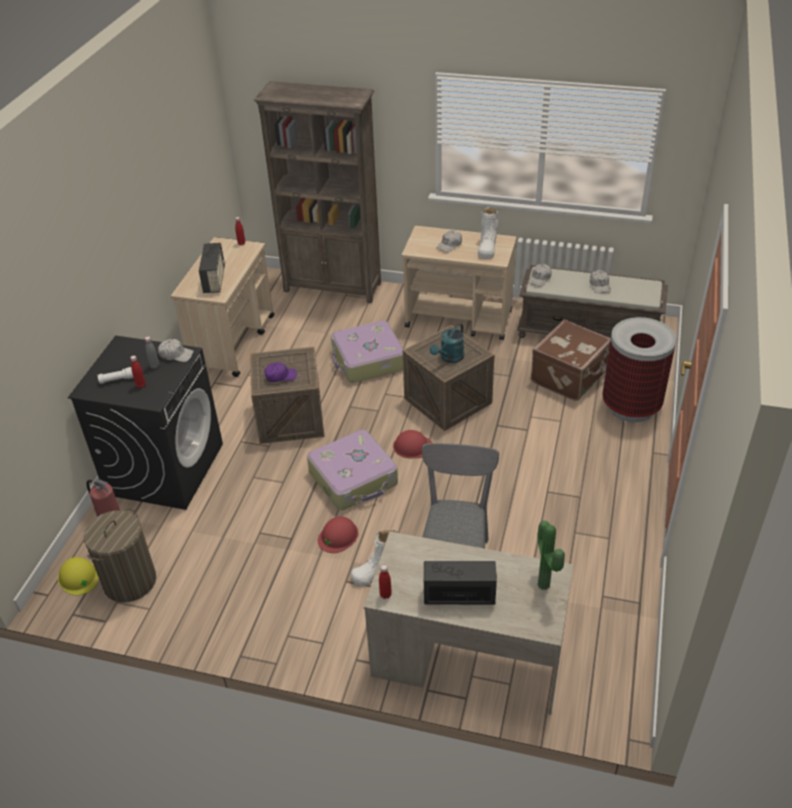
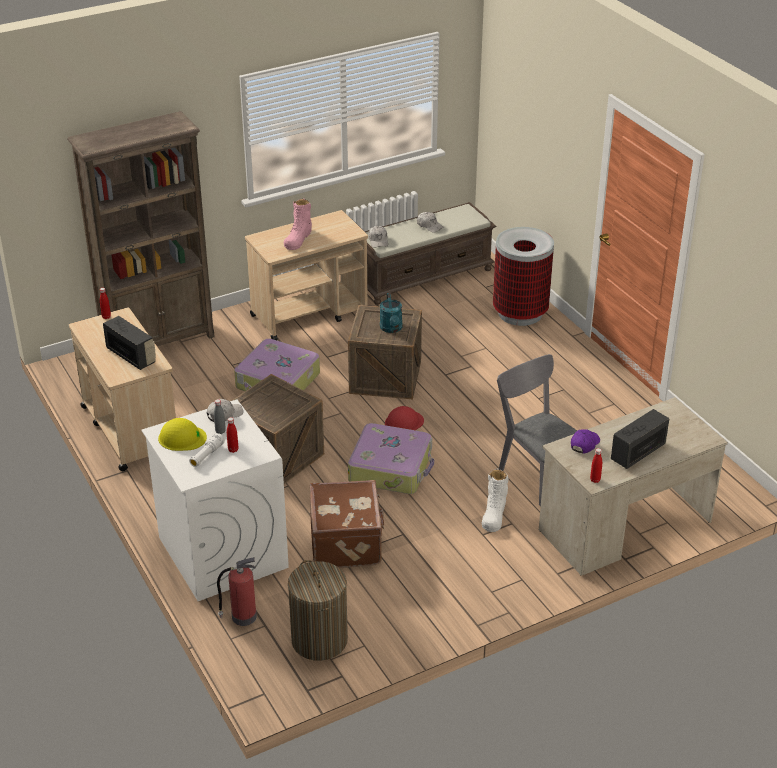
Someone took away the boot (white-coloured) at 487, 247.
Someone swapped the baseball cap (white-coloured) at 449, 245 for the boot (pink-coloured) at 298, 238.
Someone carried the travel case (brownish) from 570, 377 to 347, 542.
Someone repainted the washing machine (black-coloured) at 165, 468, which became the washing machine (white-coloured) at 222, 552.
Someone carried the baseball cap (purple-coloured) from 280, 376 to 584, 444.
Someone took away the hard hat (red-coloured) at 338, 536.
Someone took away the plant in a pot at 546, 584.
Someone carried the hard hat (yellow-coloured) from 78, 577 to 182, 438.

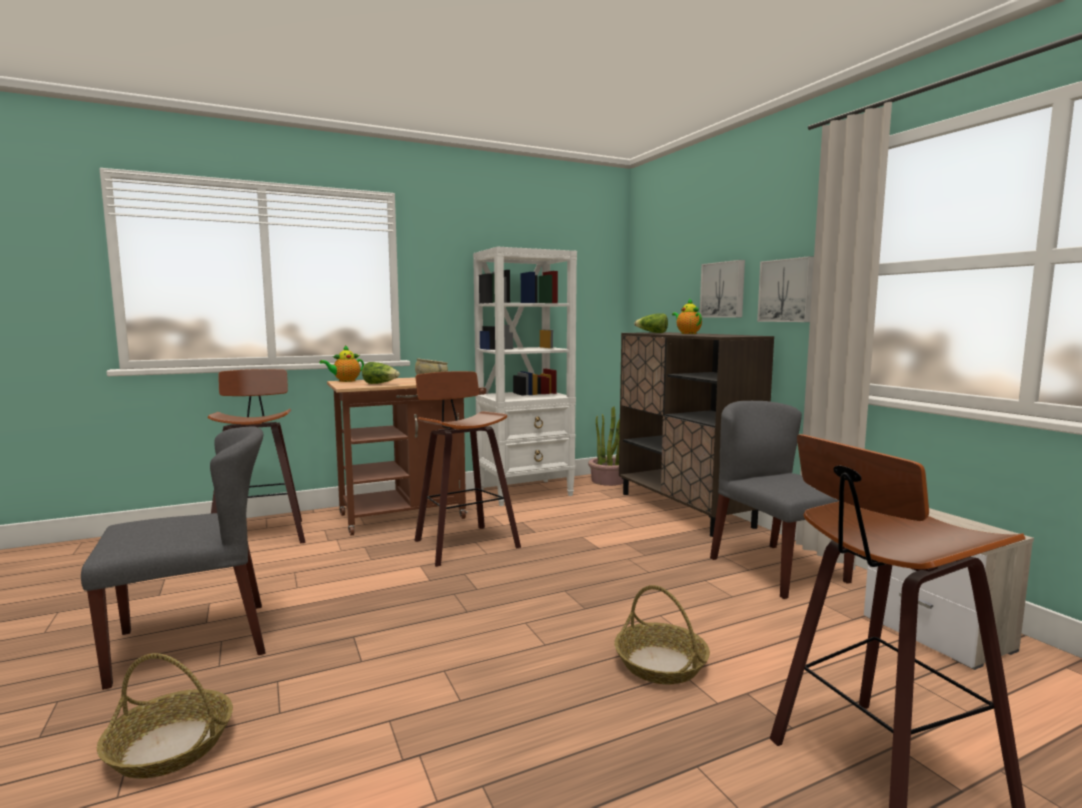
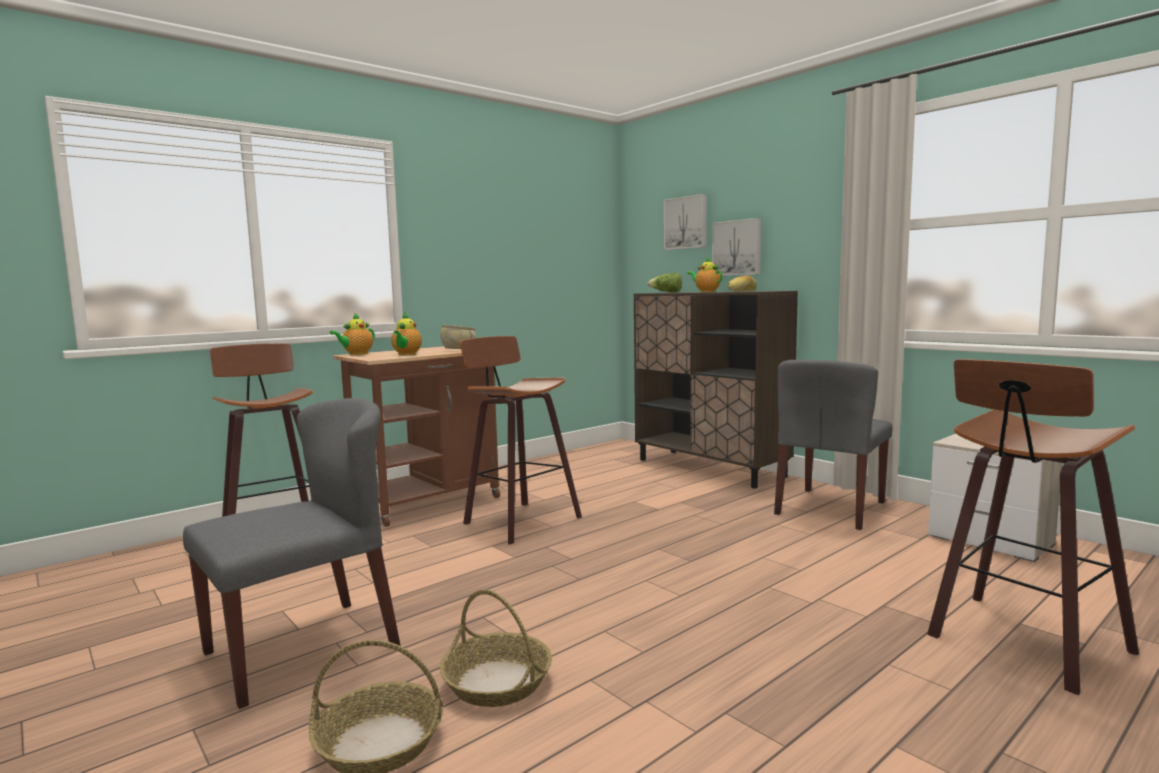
Someone took away the bookshelf (white-coloured) at 526, 492.
Someone carried the wall picture from 787, 290 to 686, 223.
Someone swapped the lettuce at 380, 384 for the tea pot at 406, 354.
Someone rotated the chair (grey) at 776, 569 by 105 degrees counterclockwise.
Someone took away the plant in a pot at 608, 481.
Someone carried the storage basket from 661, 664 to 497, 682.
Someone put down the baked bread at 742, 291.

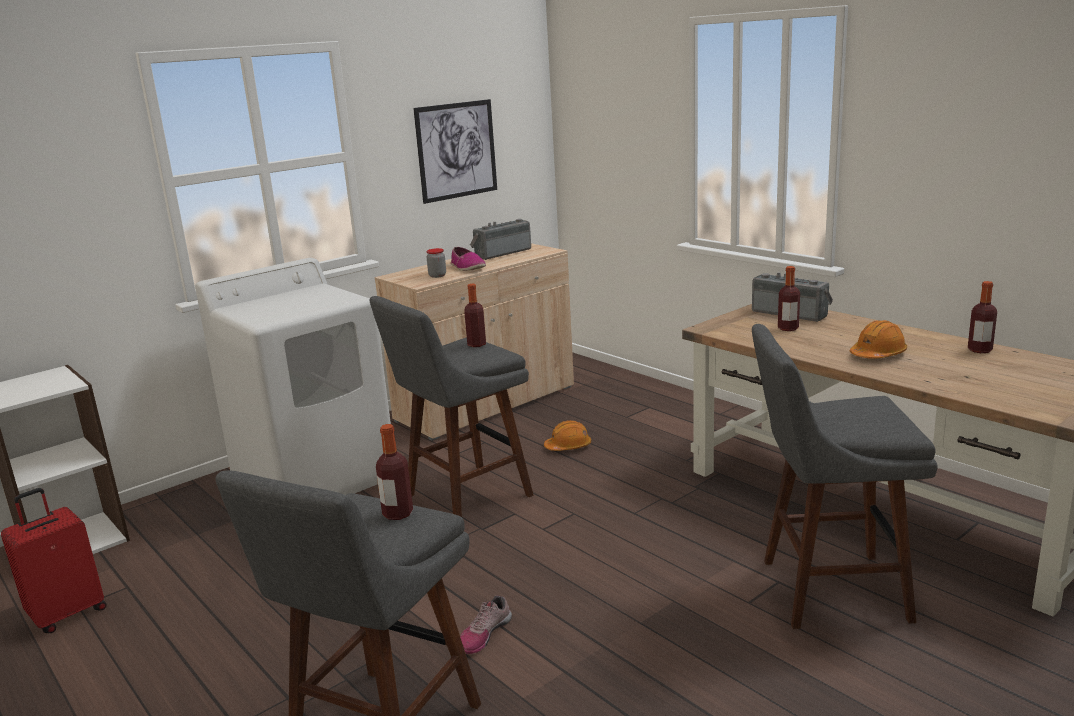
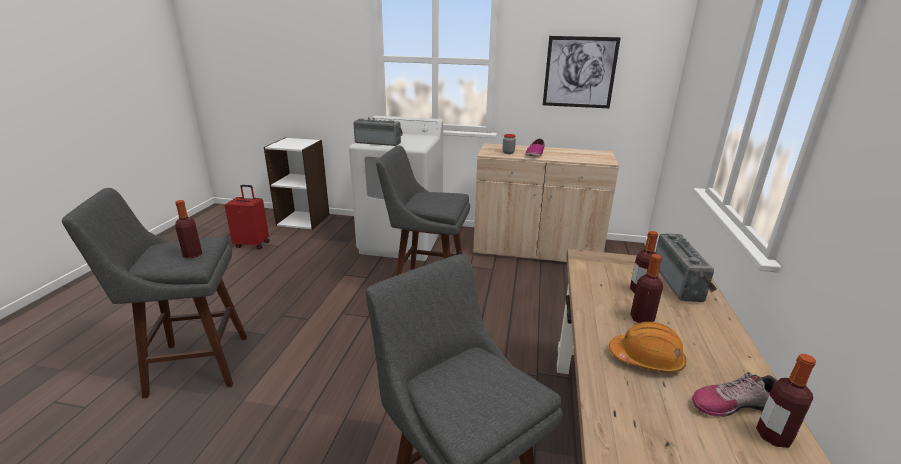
Someone carried the radio set from 501, 253 to 379, 142.
Someone carried the beverage bottle from 476, 344 to 642, 319.
Someone took away the hard hat (orange) at 568, 446.
Someone carried the shoe from 484, 634 to 732, 404.

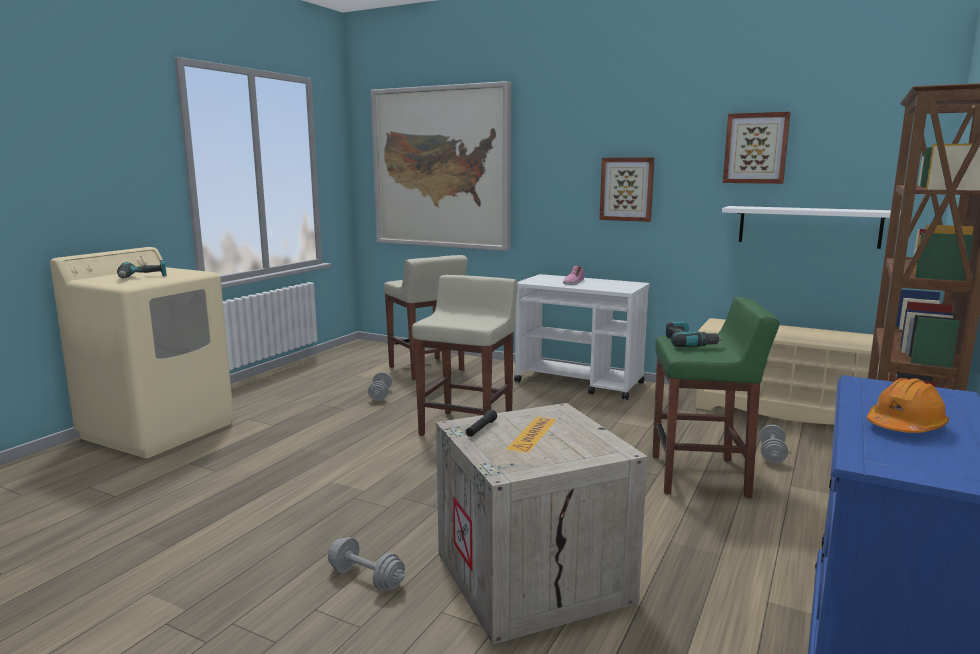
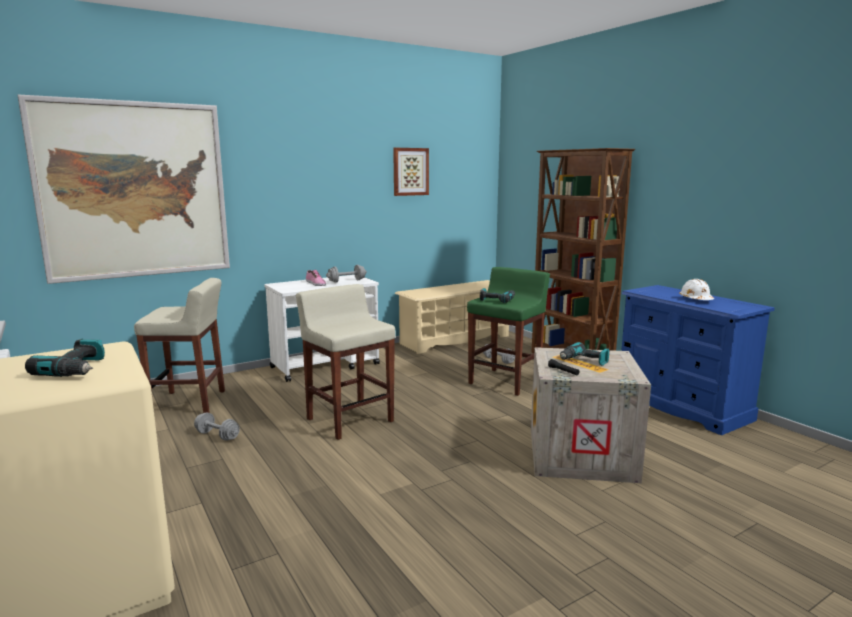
Someone took away the wall picture at 627, 189.
Someone took away the bracket shelf (white-coloured) at 808, 226.
Someone repainted the hard hat (orange) at 905, 426, which became the hard hat (white-coloured) at 695, 299.
Someone carried the dumbbell (grey) from 366, 578 to 346, 281.
Someone put down the drill at 584, 361.

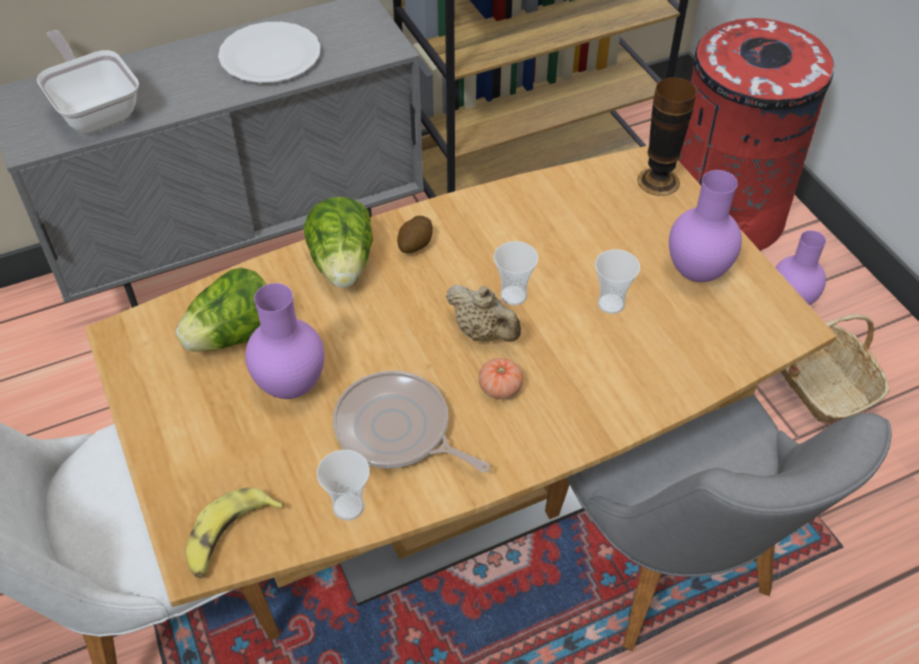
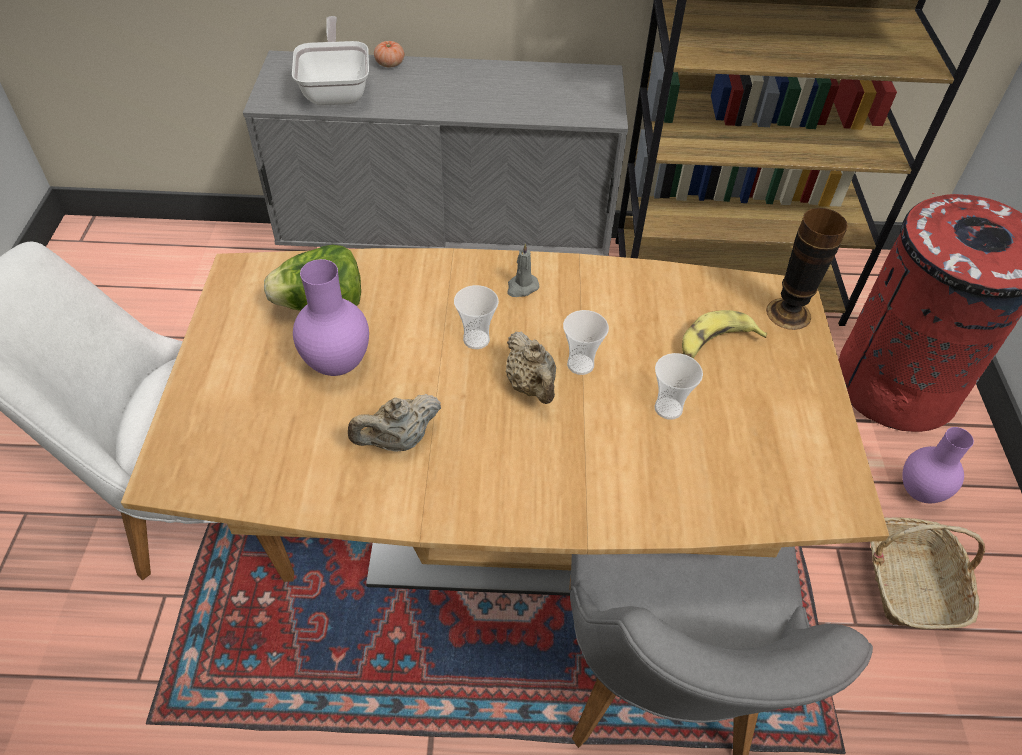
Someone took away the plate (white-coloured) at 270, 55.
Someone took away the vase (purple-coloured) at 695, 272.
Someone took away the lettuce at 343, 265.
Someone swapped the potato at 415, 245 for the wax candle (grey) at 521, 287.
Someone carried the whole tomato from 500, 388 to 390, 64.
Someone swapped the frying pan at 397, 430 for the tea pot (beige) at 398, 441.
Someone carried the cup from 348, 507 to 476, 339.
Someone carried the banana fruit from 229, 537 to 715, 343.

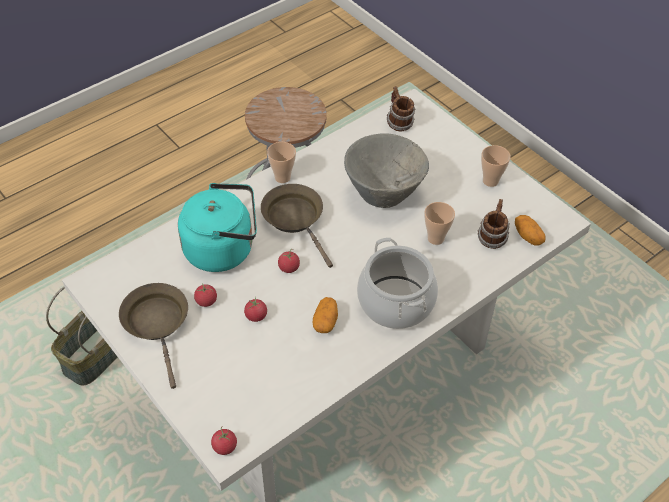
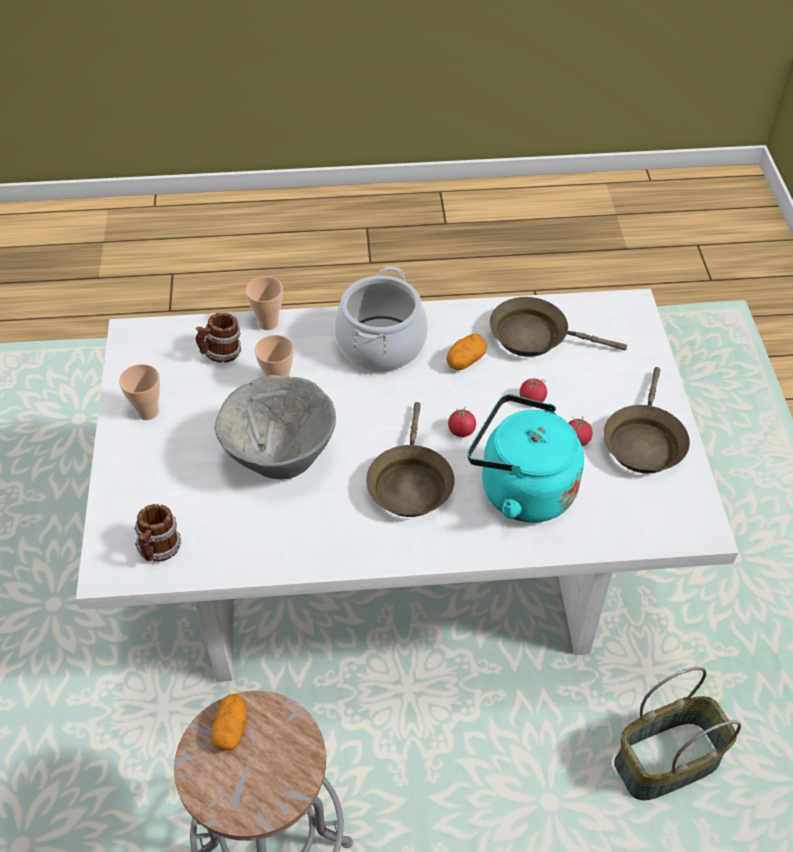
Someone carried the cup from 282, 177 to 268, 323.
Someone carried the potato from 528, 236 to 231, 728.
Someone took away the whole tomato at 224, 446.
Someone put down the frying pan (brownish) at 535, 336.

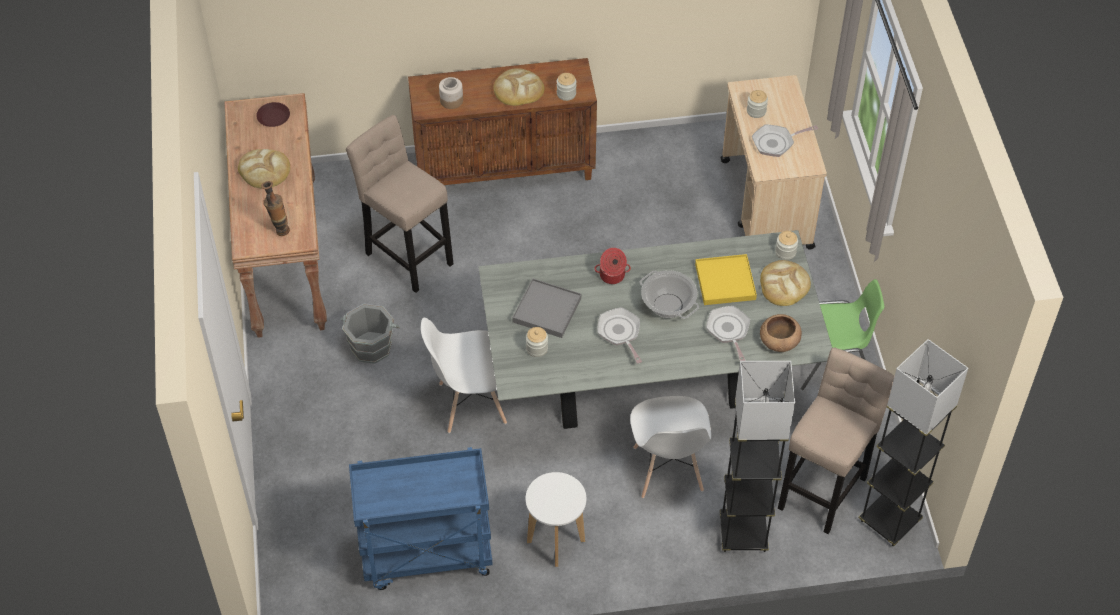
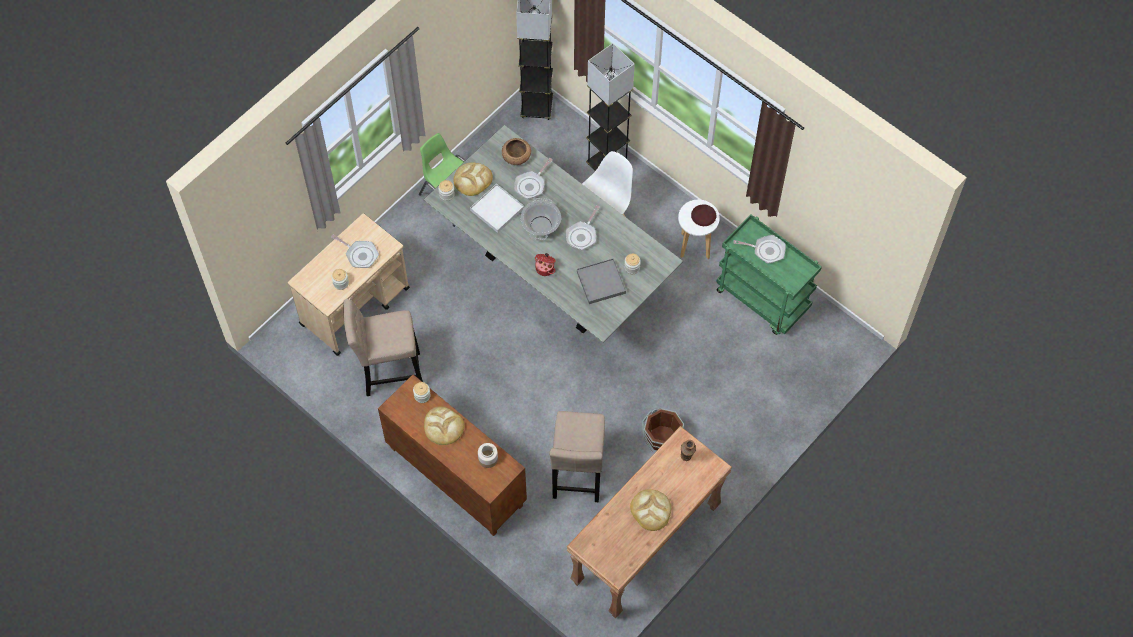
Someone carried the plate (brownish) from 273, 117 to 703, 217.
Someone repainted the carrying tray (yellow-coloured) at 725, 282, which became the carrying tray (white-coloured) at 497, 209.
Someone repainted the bucket (grey) at 371, 346, which became the bucket (brownish) at 662, 439.
Someone took away the chair (white-coloured) at 471, 404.
Someone carried the stool seat (beige) from 824, 488 to 388, 373.
Someone repainted the cart (blue) at 425, 556, which became the cart (greenish) at 763, 299.
Someone put down the frying pan at 766, 250.

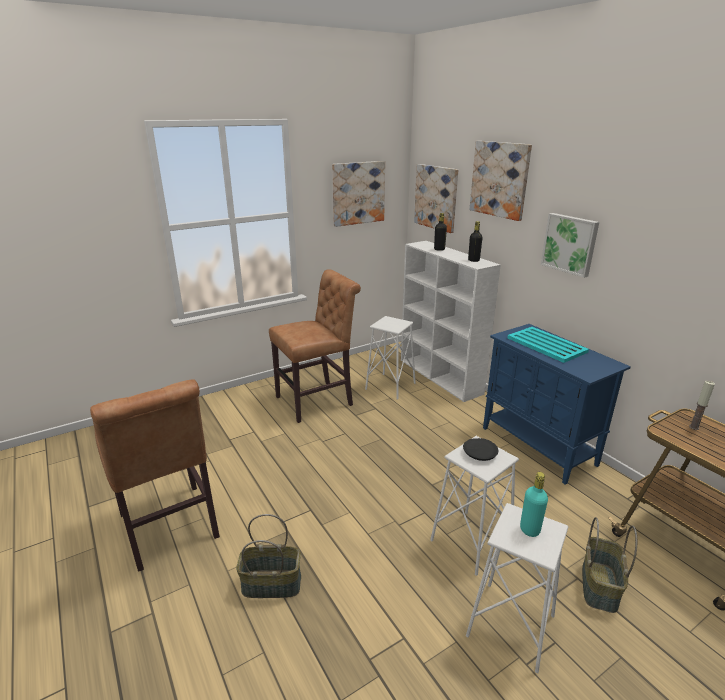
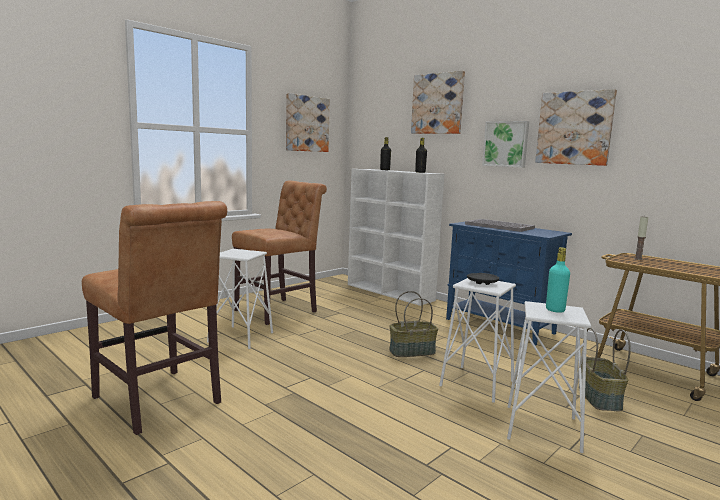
Someone carried the wall picture from 436, 197 to 574, 128.
Someone carried the stool seat (white-coloured) from 390, 386 to 241, 337.
Someone repainted the carrying tray (turquoise) at 546, 344, which became the carrying tray (grey) at 498, 226.
Someone carried the storage basket from 272, 583 to 412, 351.

